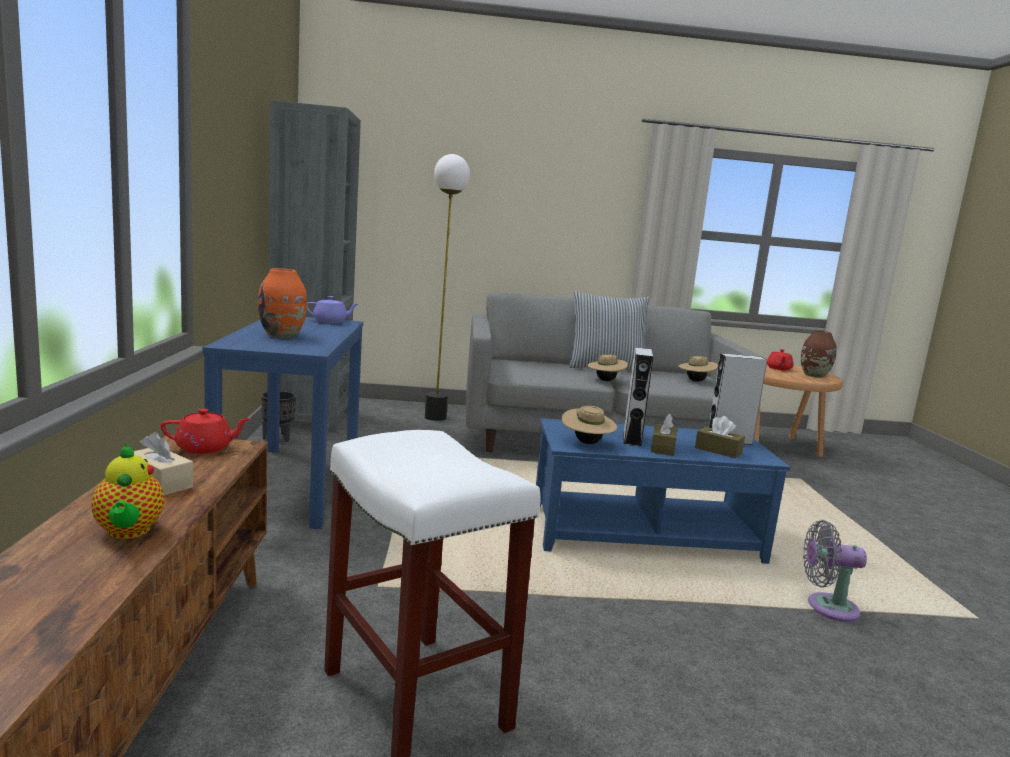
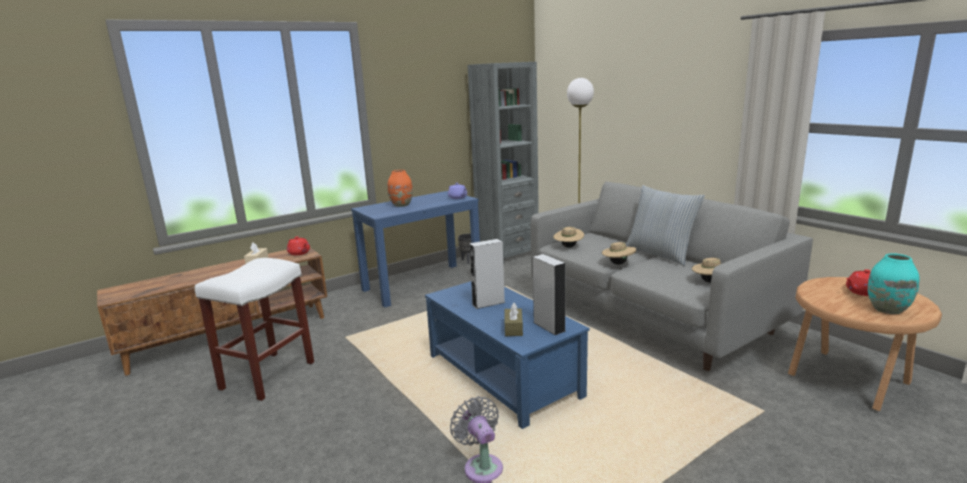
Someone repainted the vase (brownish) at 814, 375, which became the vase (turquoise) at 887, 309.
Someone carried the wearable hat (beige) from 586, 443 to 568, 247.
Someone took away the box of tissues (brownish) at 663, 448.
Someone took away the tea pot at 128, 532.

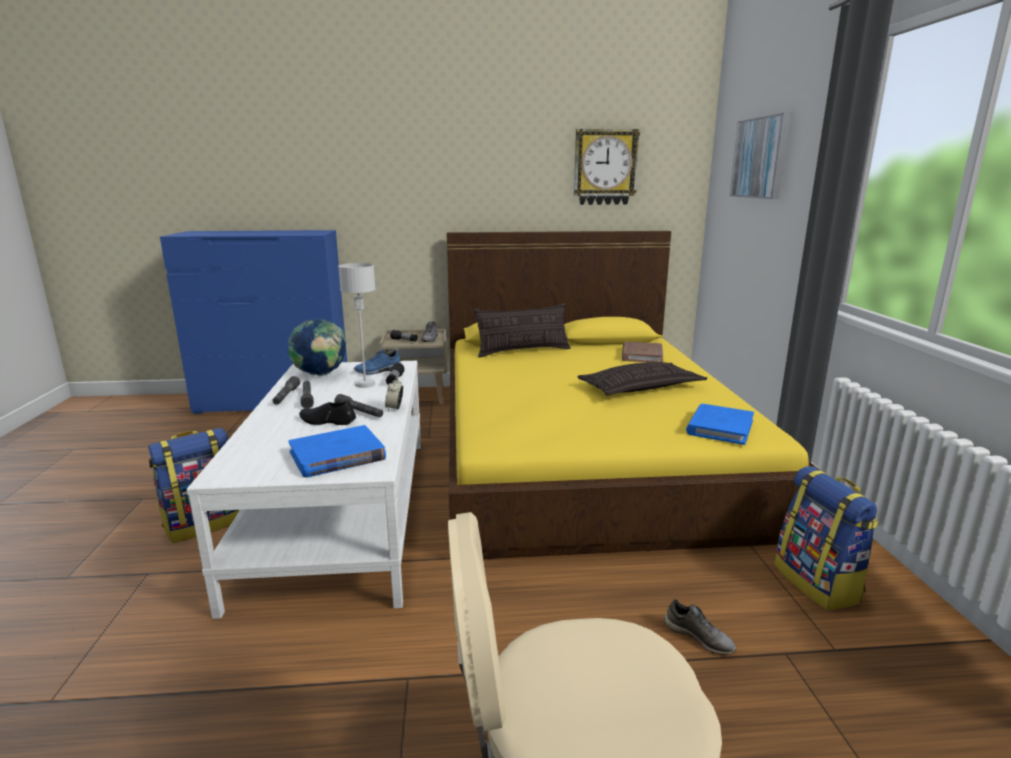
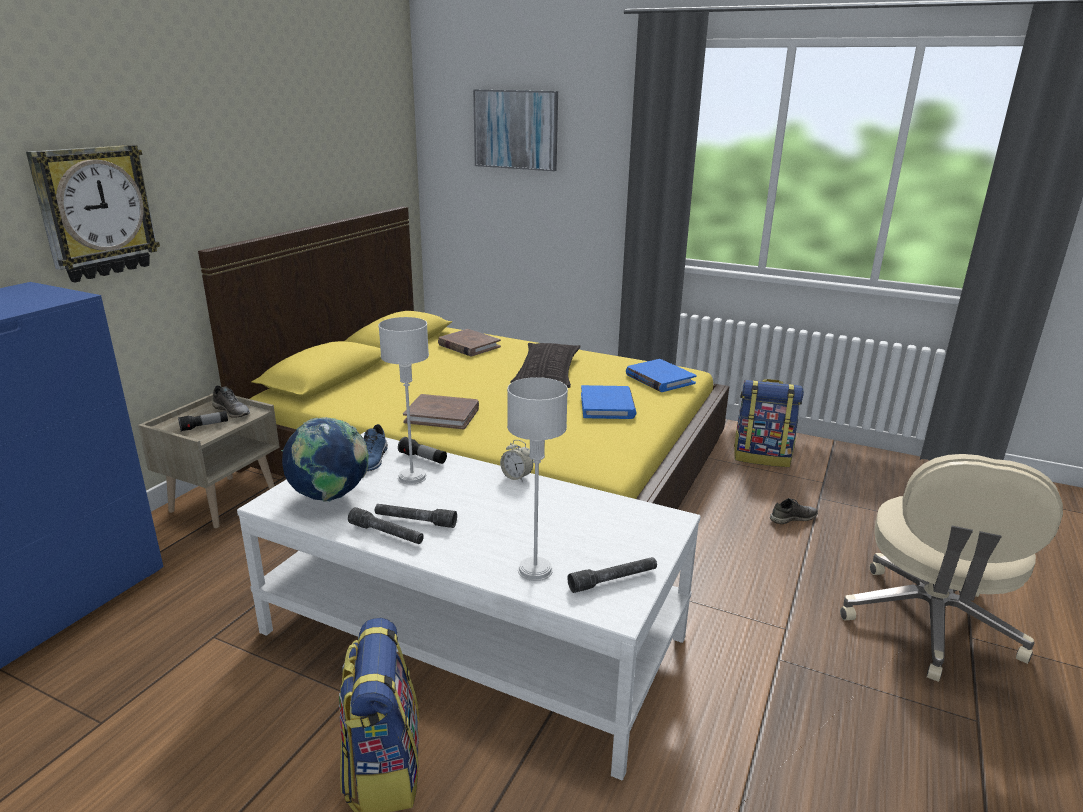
Someone carried the wall clock from 605, 167 to 95, 212.
Someone took away the pillow at 523, 351.
Someone carried the hand torch (grey) from 360, 412 to 613, 580.
Someone took away the shoe (black-coloured) at 327, 421.
Someone carried the book (blue) from 337, 456 to 607, 406.
Someone put down the lamp for a table (grey) at 535, 570.
Someone put down the book (brownish) at 442, 415.

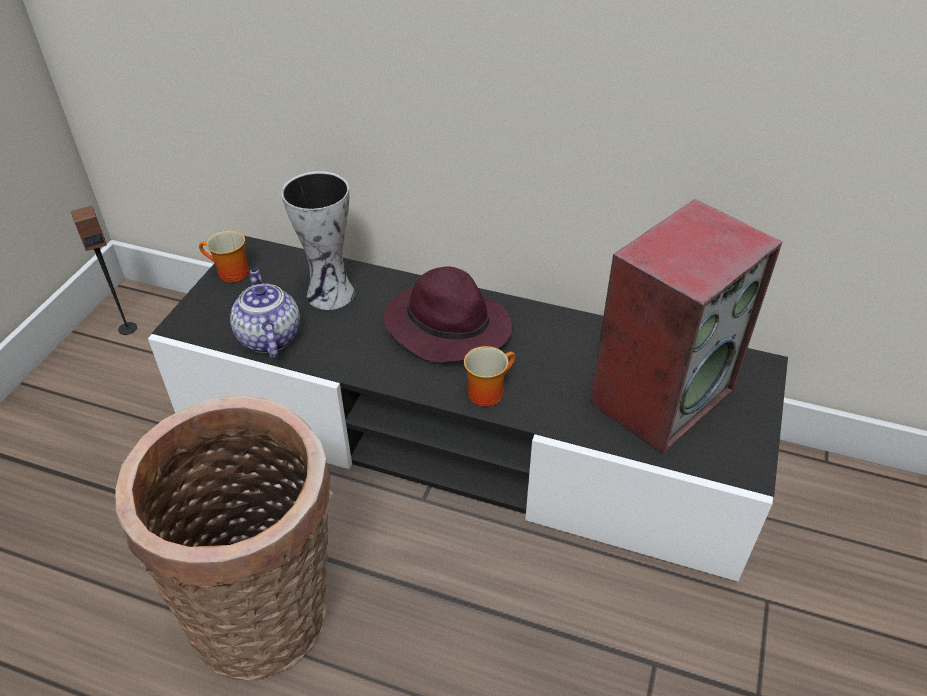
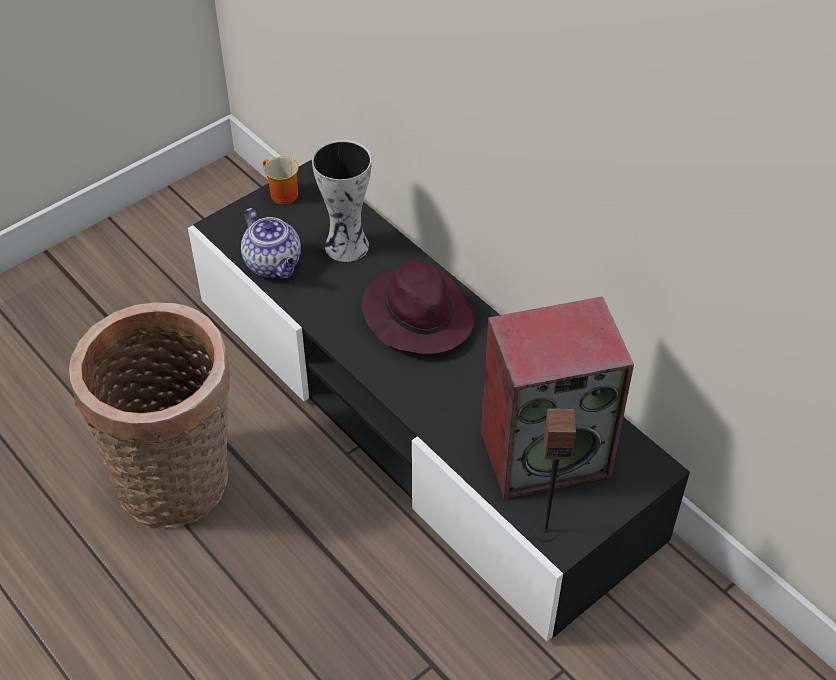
Someone carried the speaker from 127, 328 to 545, 530.
Someone rotated the tea pot at 268, 337 by 135 degrees clockwise.
Someone took away the tea mug at 487, 390.

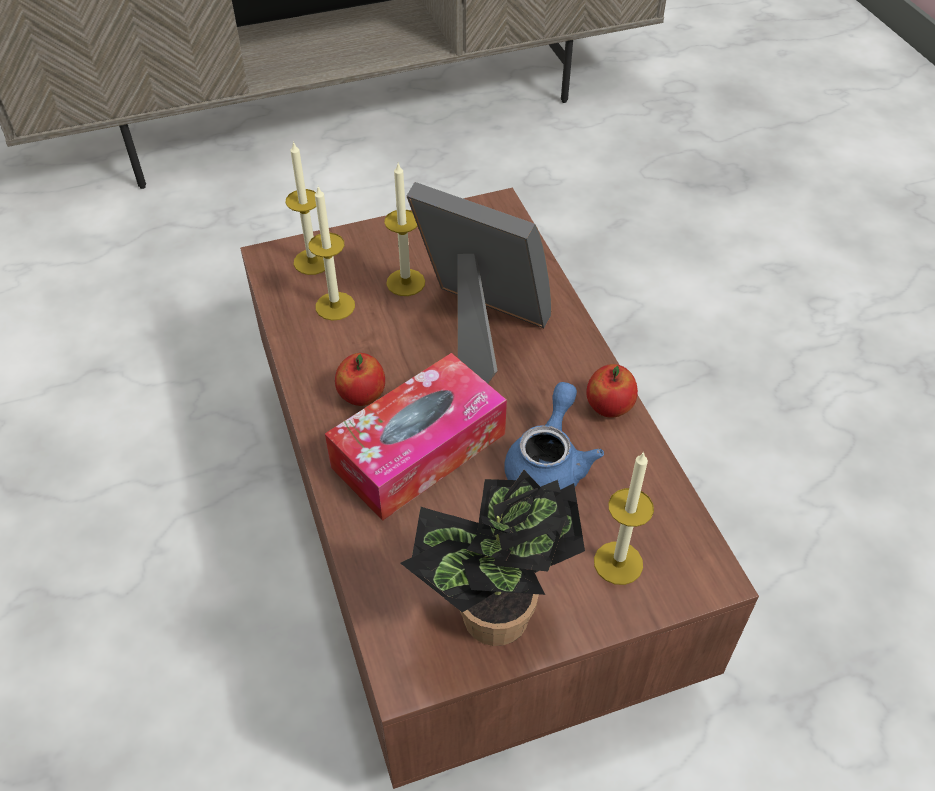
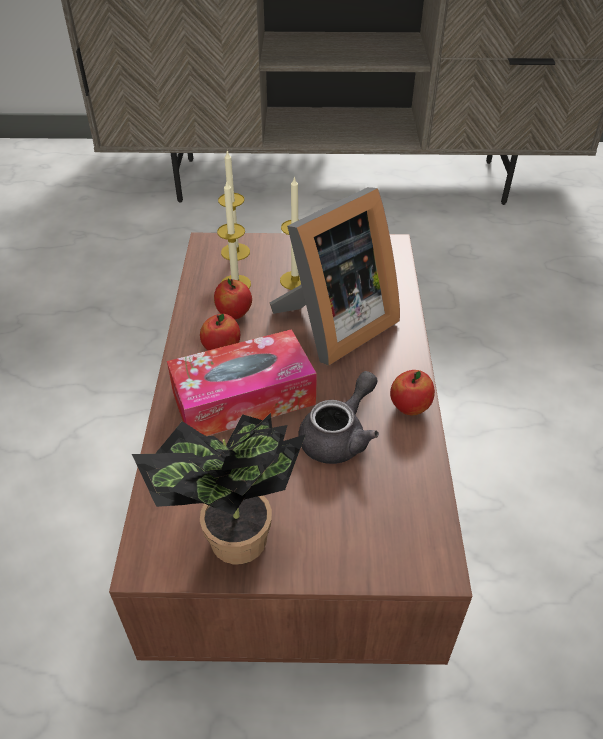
Someone rotated the photo frame at 479, 331 by 90 degrees clockwise.
Someone repainted the tea pot (blue) at 549, 463, which became the tea pot (grey) at 339, 436.
Someone took away the wax candle at 618, 563.
Someone put down the apple at 234, 314.

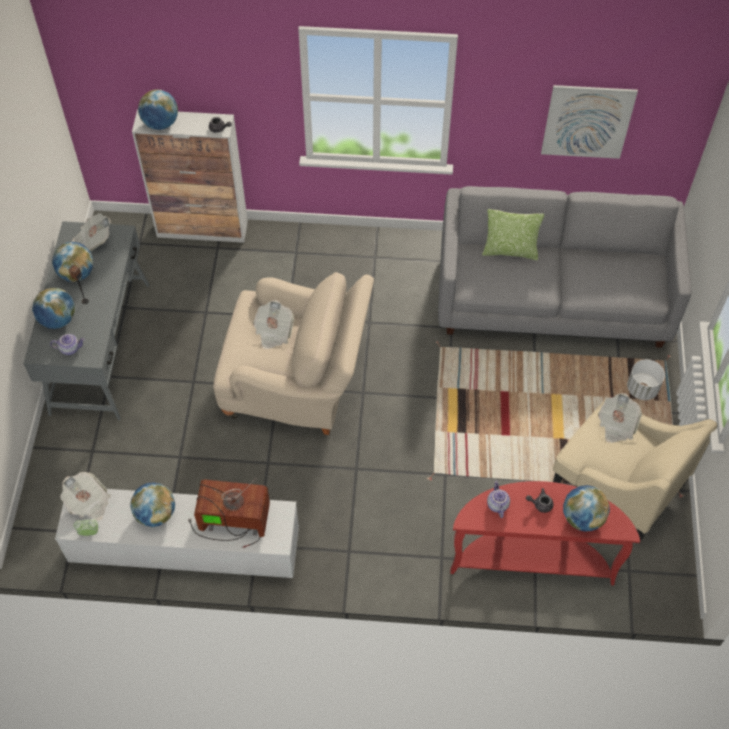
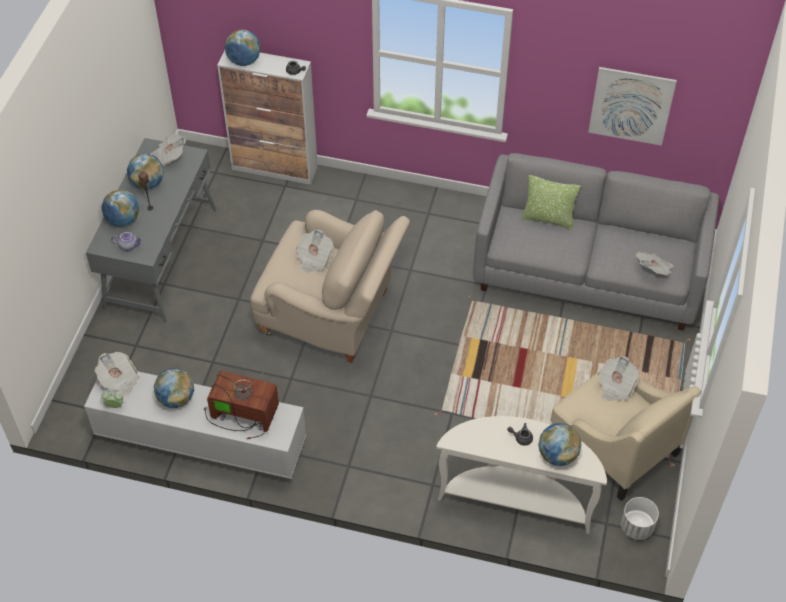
Someone carried the flower pot (white-coloured) from 642, 389 to 637, 527.
Someone took away the tea pot at 497, 504.
Someone repainted the console table (red-coloured) at 532, 558, which became the console table (white-coloured) at 516, 498.
Someone put down the newspaper at 654, 269.

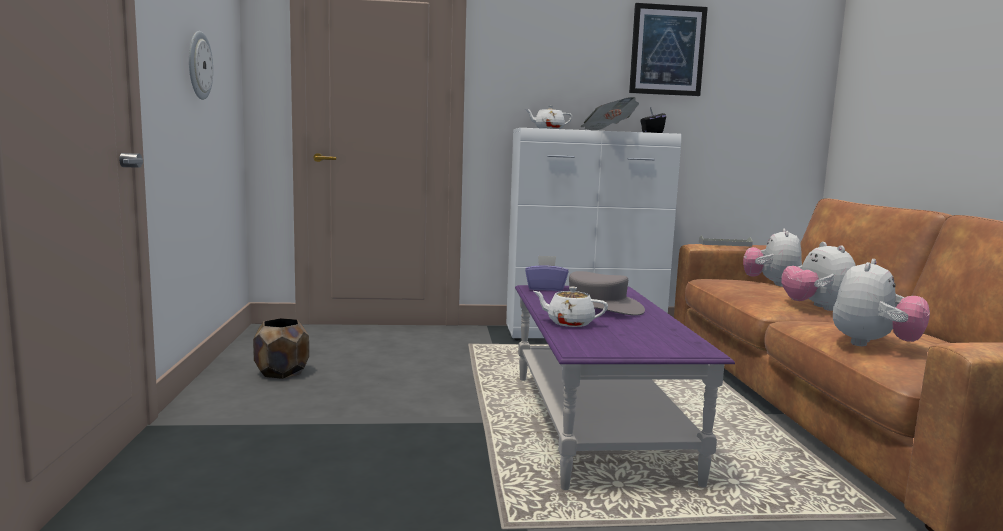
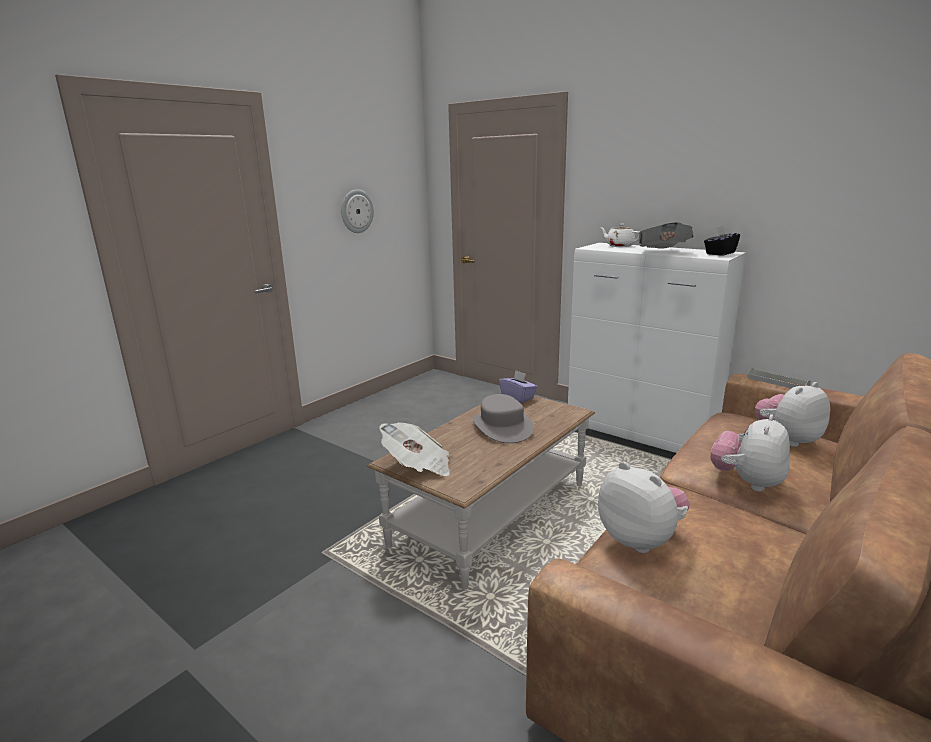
Someone took away the wall picture at 667, 50.
Someone rotated the plush toy at 873, 345 by 120 degrees counterclockwise.
Someone repainted the low table (purple-coloured) at 596, 425, which became the low table (brownish) at 491, 514.
Someone took away the tea pot (white-coloured) at 569, 323.
Someone took away the flower pot (brownish) at 282, 372.
Someone put down the newspaper at 418, 466.

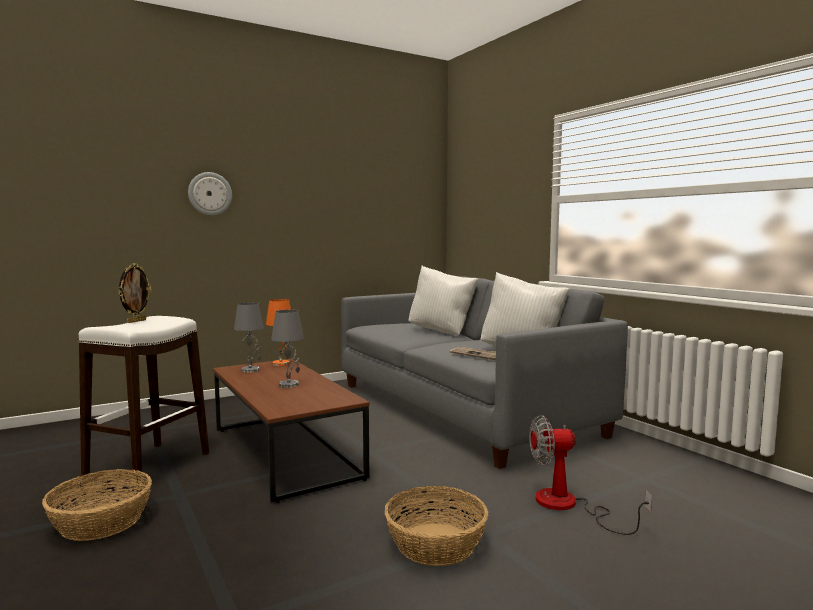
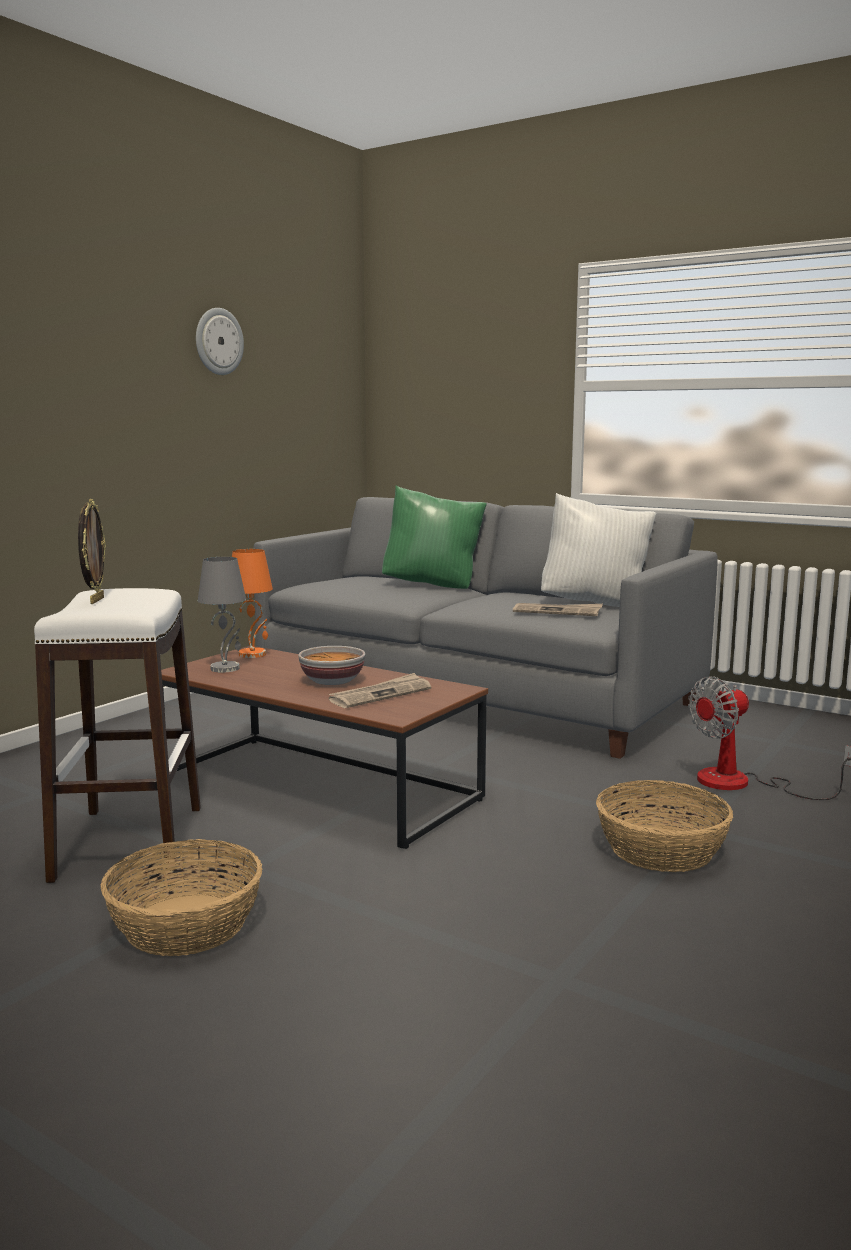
Someone carried the wall clock from 210, 194 to 218, 341.
Someone repainted the pillow (white-coloured) at 441, 332, which became the pillow (greenish) at 433, 585.
Someone swapped the lamp for a table (grey) at 289, 384 for the bowl at 332, 681.
Someone put down the newspaper at 380, 694.

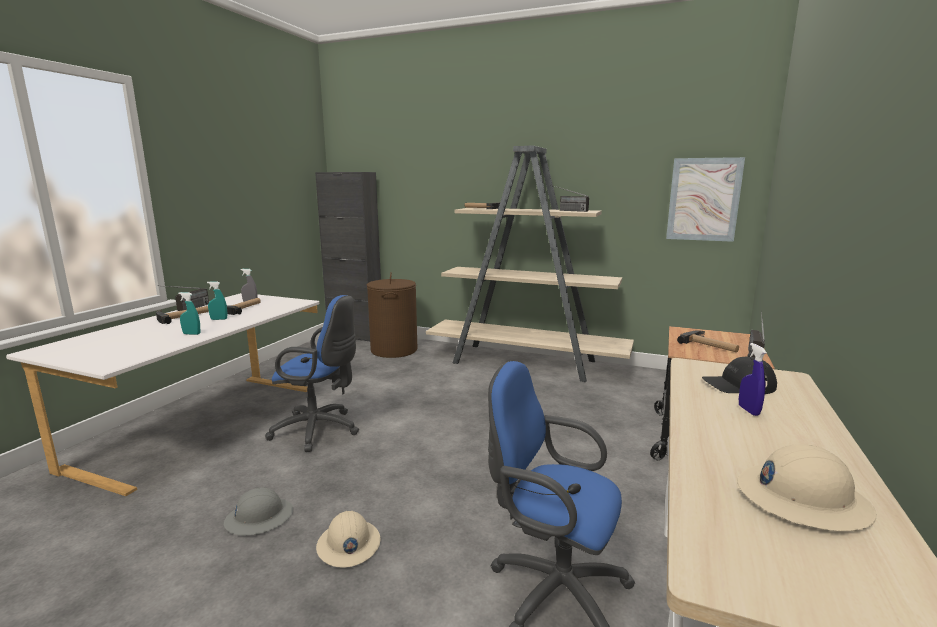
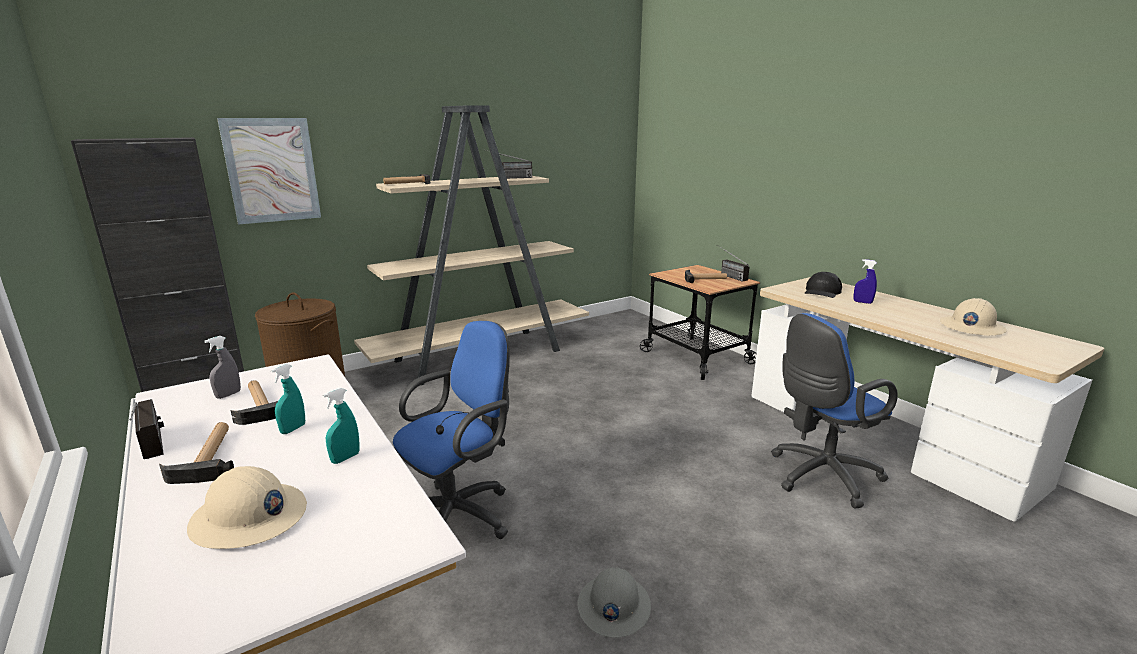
Someone carried the wall picture from 703, 199 to 272, 170.
Someone carried the hard hat (beige) from 348, 544 to 249, 518.

